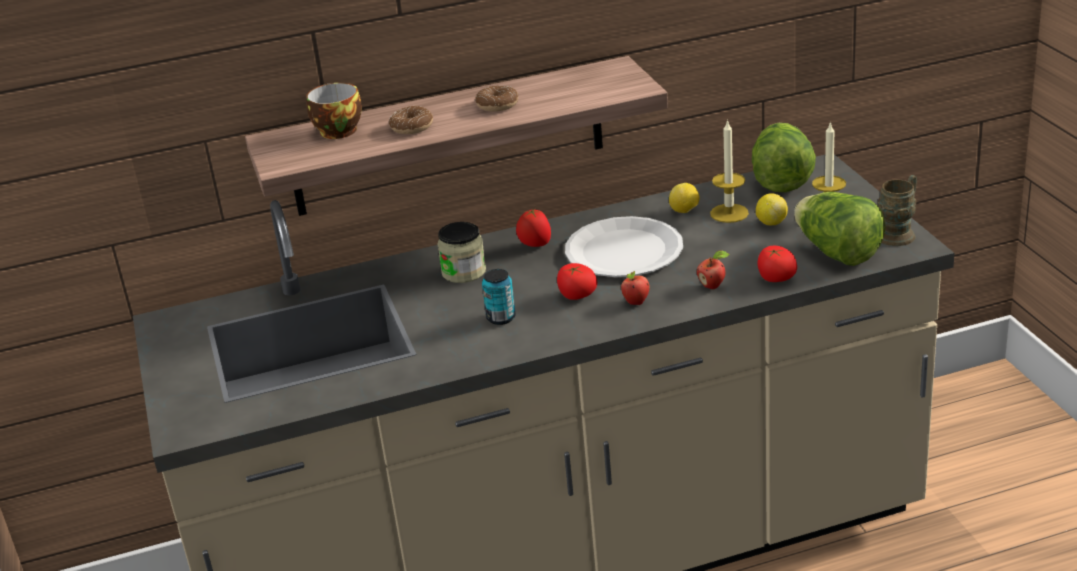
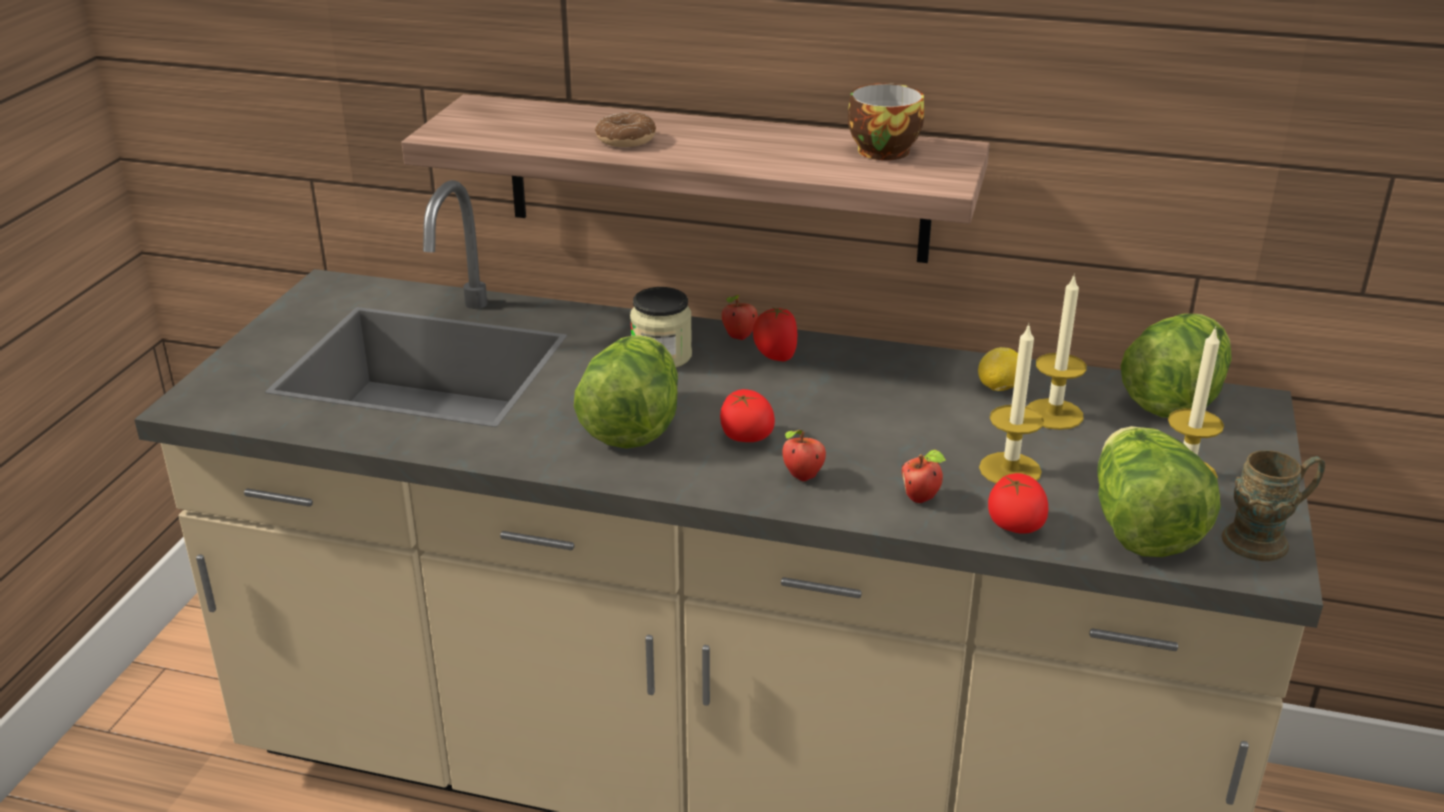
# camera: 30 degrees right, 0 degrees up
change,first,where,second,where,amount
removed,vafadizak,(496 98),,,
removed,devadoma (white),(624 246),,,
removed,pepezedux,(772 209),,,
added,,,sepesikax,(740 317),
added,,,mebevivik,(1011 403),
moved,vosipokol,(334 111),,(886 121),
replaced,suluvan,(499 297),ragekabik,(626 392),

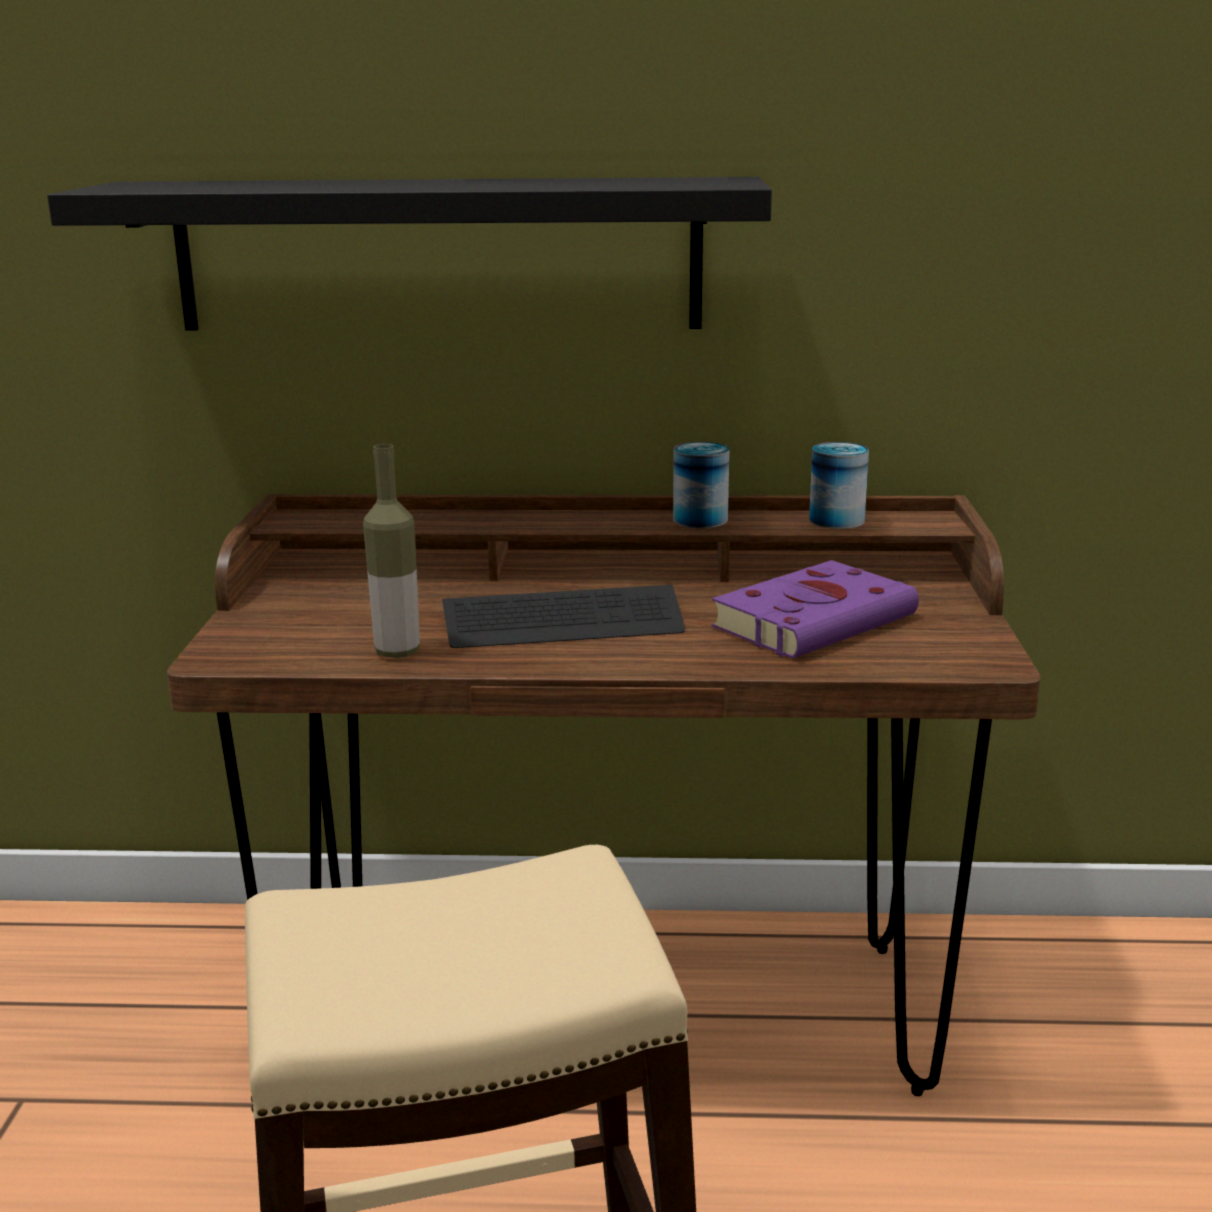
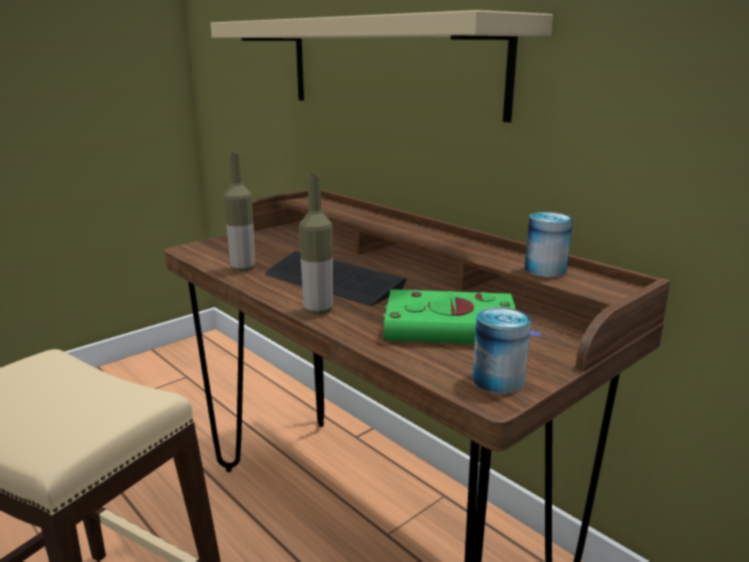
# camera: 45 degrees right, 0 degrees up
change,first,where,second,where,amount
added,,,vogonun,(316 244),
moved,suluvan,(701 485),,(502 350),
recoloured,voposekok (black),(409 254),voposekok (beige),(381 66),
recoloured,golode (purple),(815 609),golode (green),(462 316),

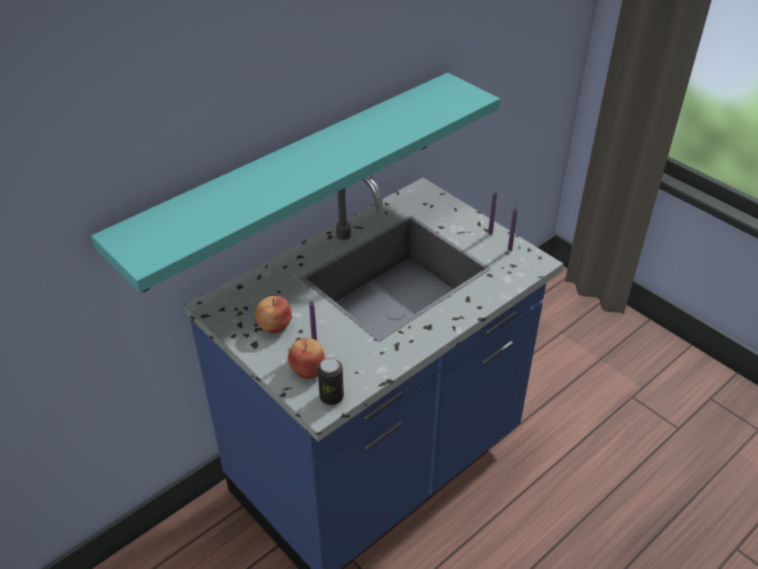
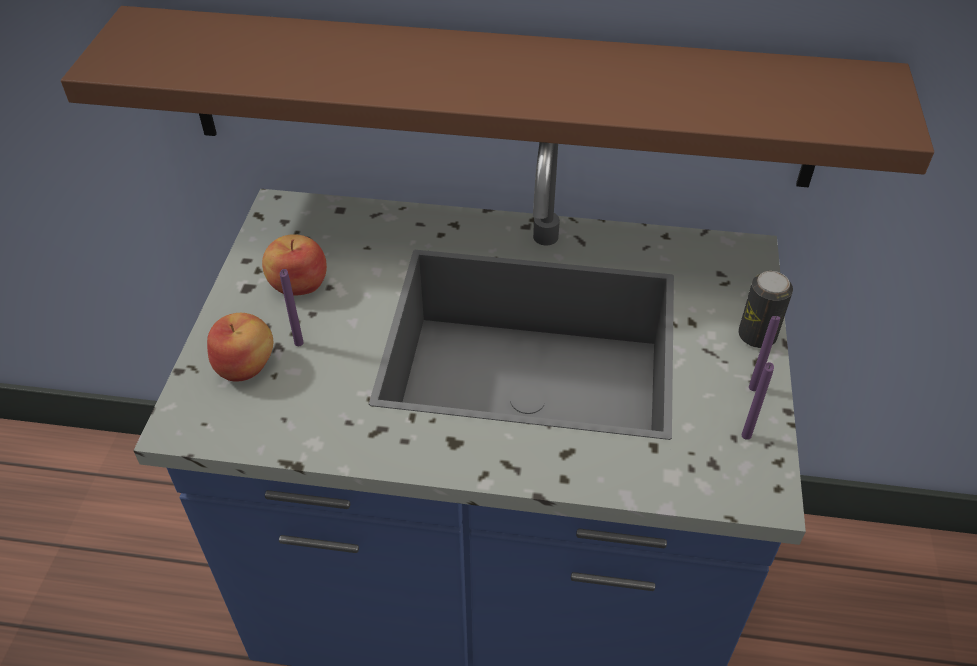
# camera: 50 degrees right, 5 degrees up
change,first,where,second,where,amount
moved,suluvan,(331 381),,(765 309),
recoloured,voposekok (turquoise),(295 182),voposekok (brown),(497 96),

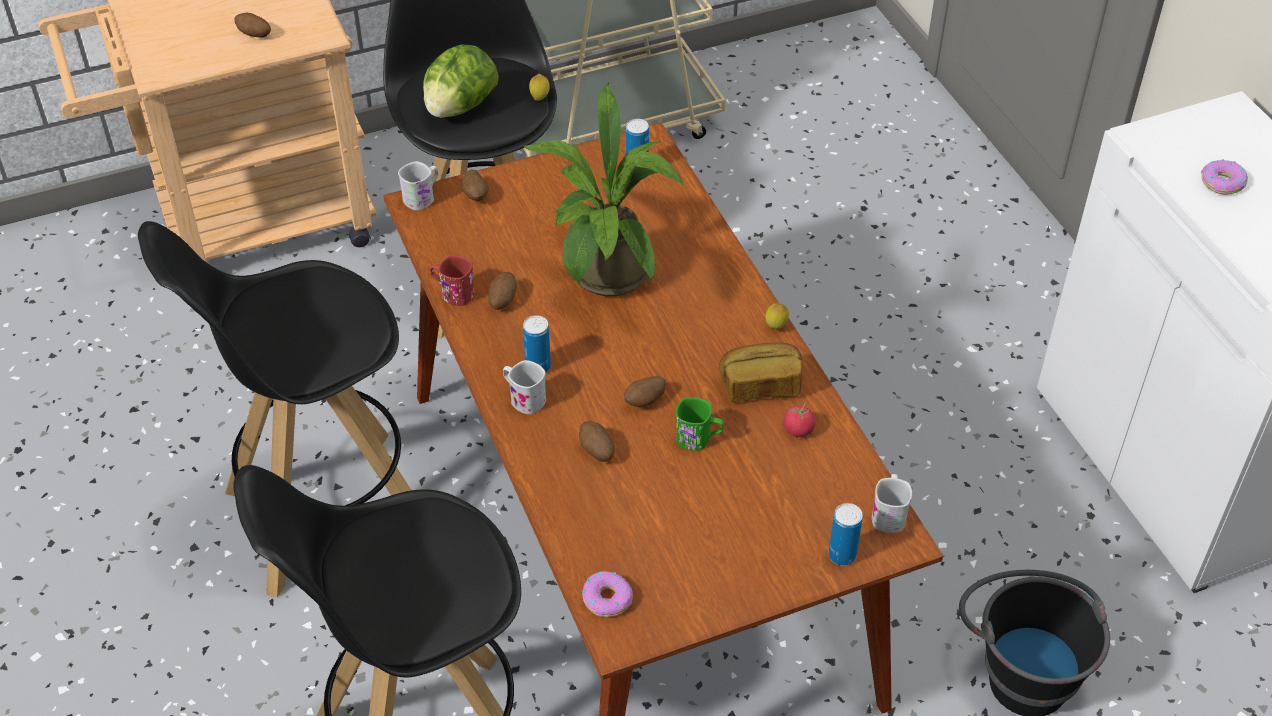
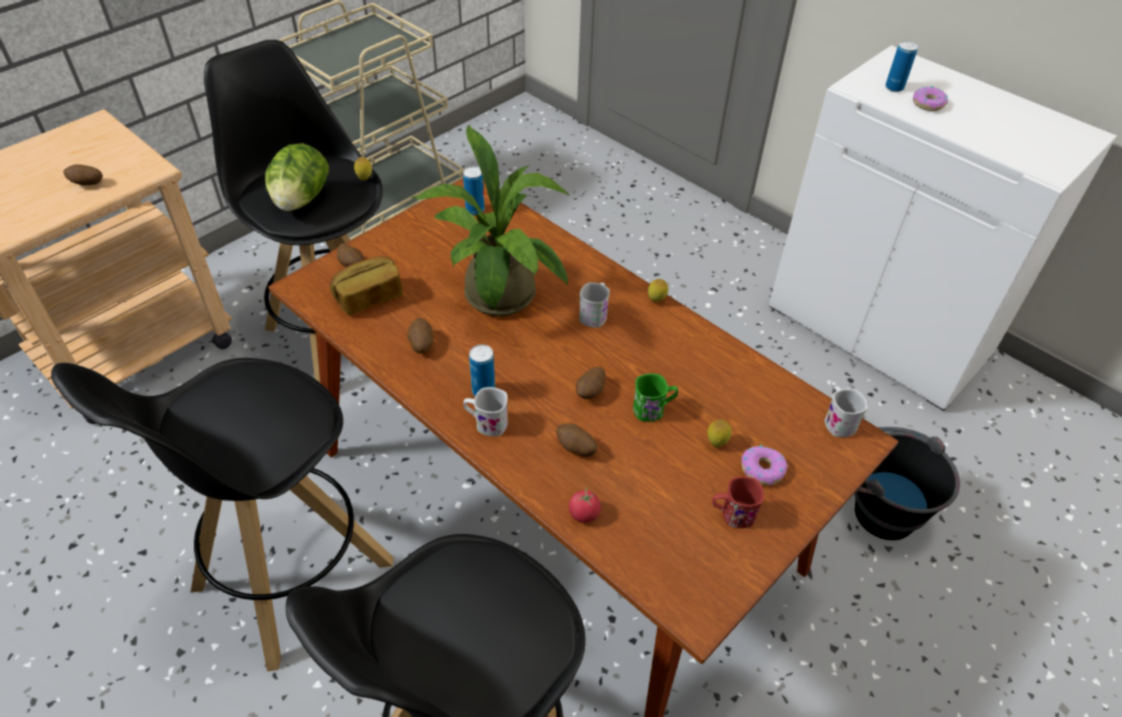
# camera: 25 degrees left, 0 degrees up
change,first,where,second,where,amount
added,,,pepezedux,(720 433),
moved,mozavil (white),(418 186),,(594 305),
moved,mozavil (red),(452 280),,(738 502),
moved,vafadizak,(607 594),,(764 465),
moved,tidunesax,(760 373),,(366 285),
moved,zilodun,(799 419),,(585 505),
moved,suluvan,(846 534),,(901 66),

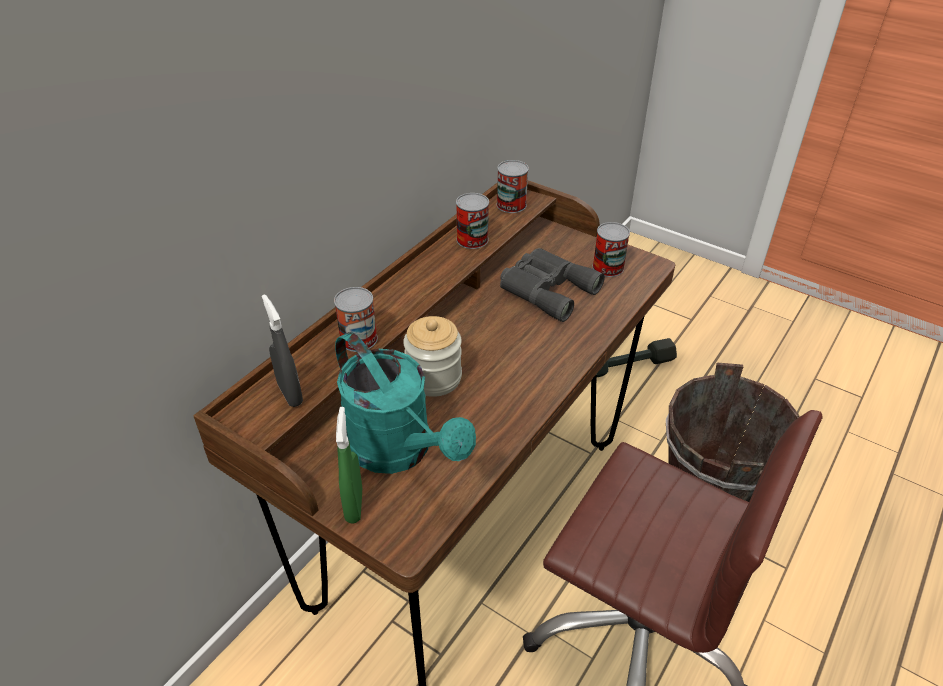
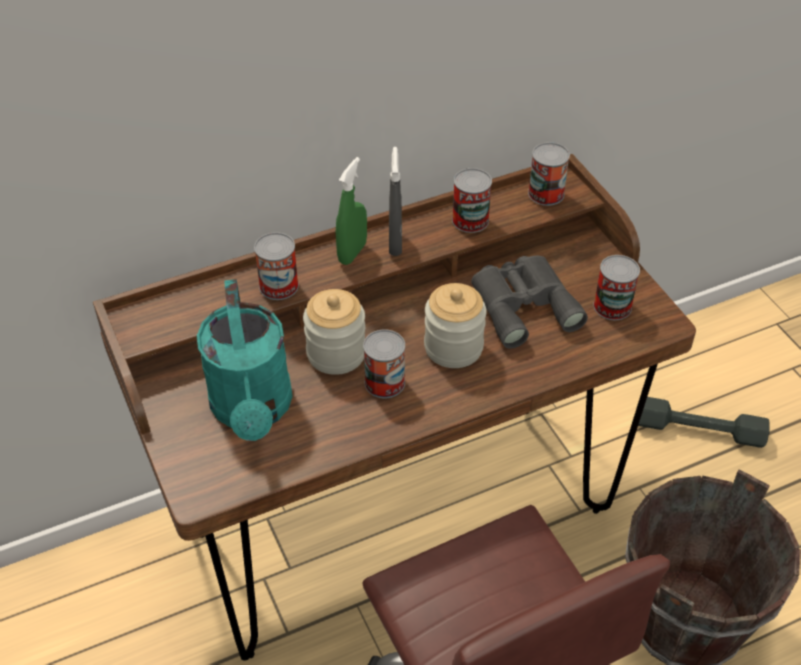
# camera: 30 degrees right, 5 degrees up
change,first,where,second,where,amount
added,,,suluvan,(384 364),
added,,,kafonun,(455 325),
moved,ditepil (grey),(282 350),,(395 201),
moved,ditepil (green),(349 465),,(351 211),

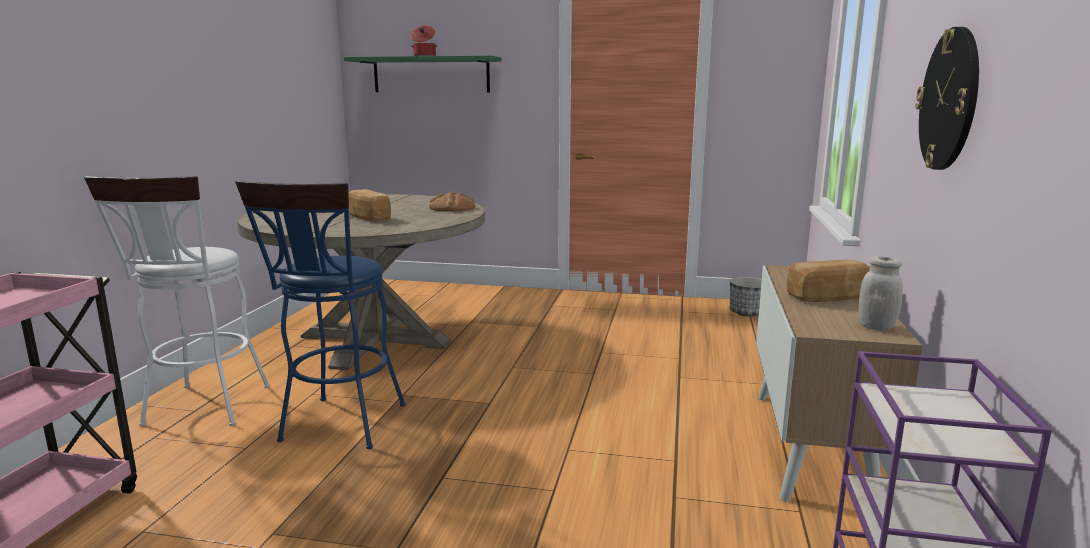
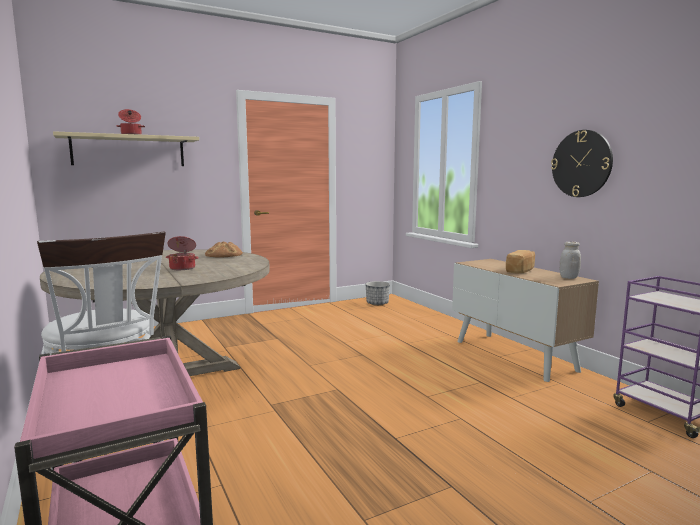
# camera: 40 degrees left, 5 degrees down
change,first,where,second,where,amount
removed,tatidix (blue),(320 315),,,
replaced,tidunesax,(370 205),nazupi,(182 253),
recoloured,voposekok (green),(423 74),voposekok (beige),(126 148),

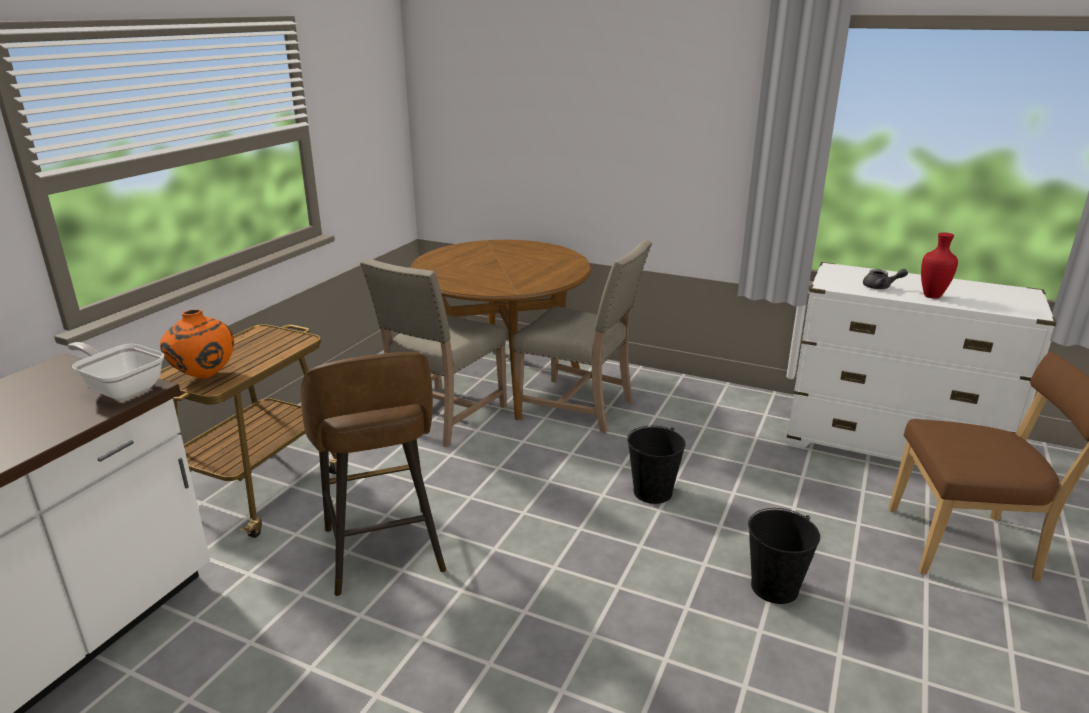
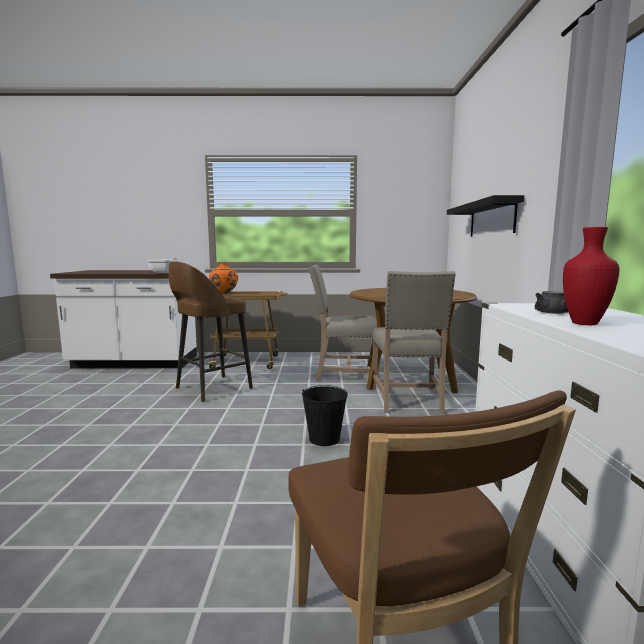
# camera: 65 degrees right, 15 degrees down
change,first,where,second,where,amount
removed,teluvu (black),(784 556),,,
added,,,voposekok (black),(485 216),

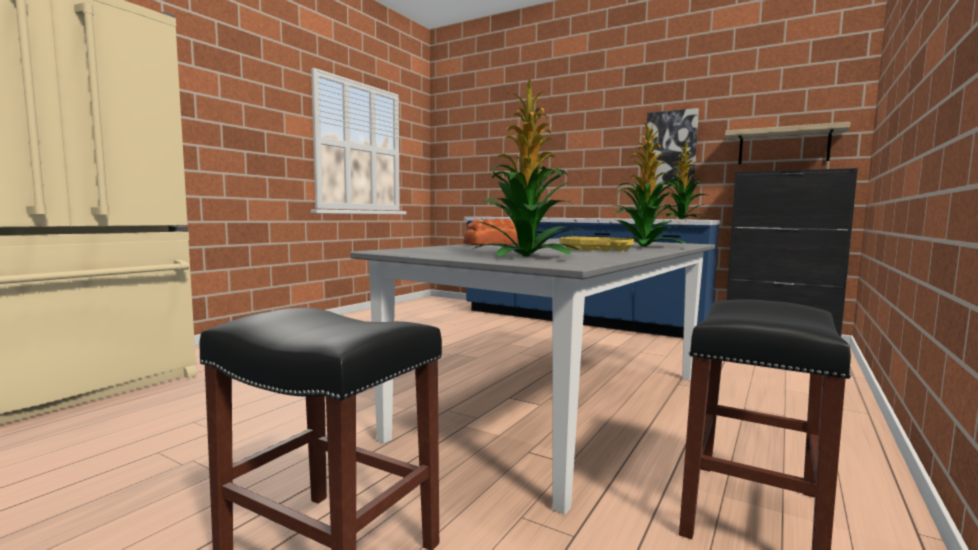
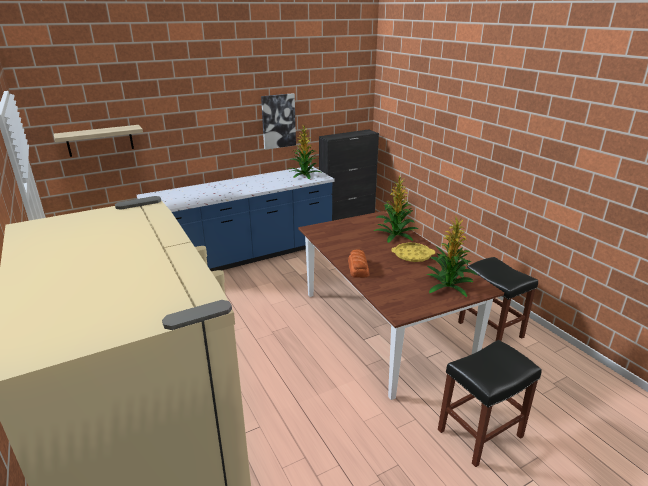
# camera: 60 degrees left, 20 degrees up
change,first,where,second,where,amount
moved,voposekok,(787 143),,(98 141),
recoloured,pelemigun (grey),(532 376),pelemigun (brown),(401 305),

